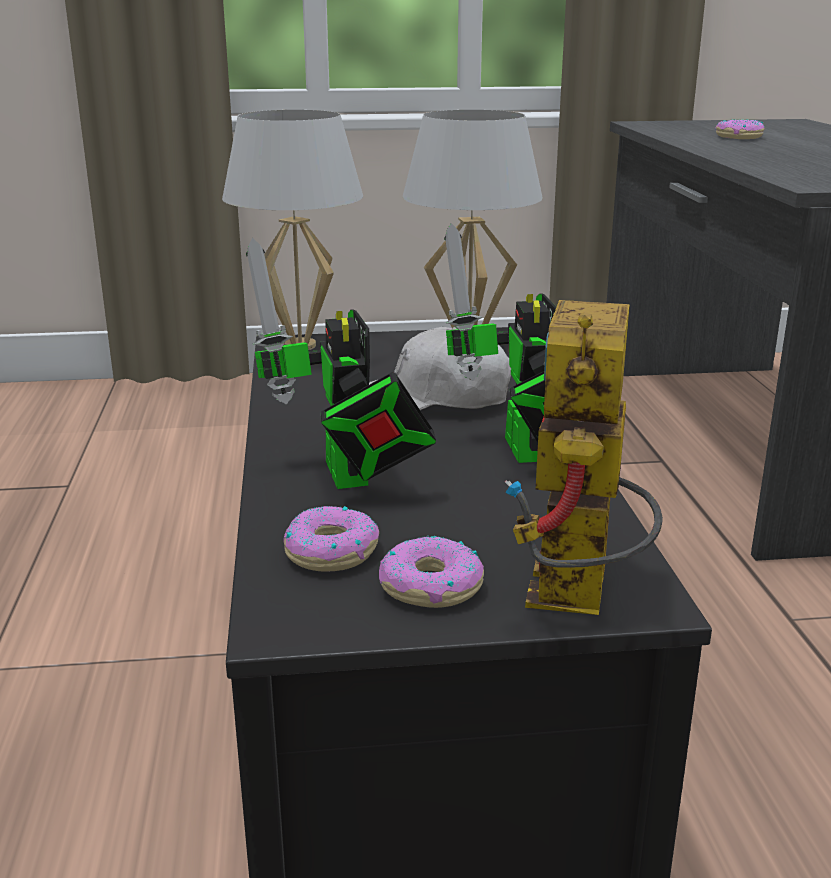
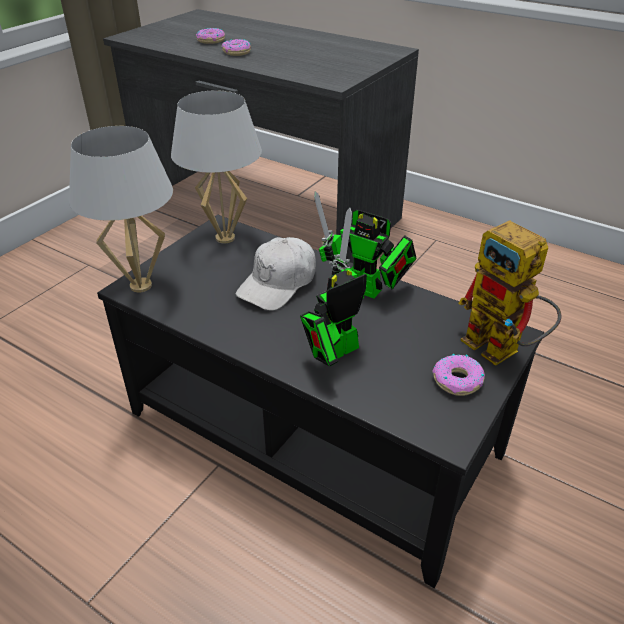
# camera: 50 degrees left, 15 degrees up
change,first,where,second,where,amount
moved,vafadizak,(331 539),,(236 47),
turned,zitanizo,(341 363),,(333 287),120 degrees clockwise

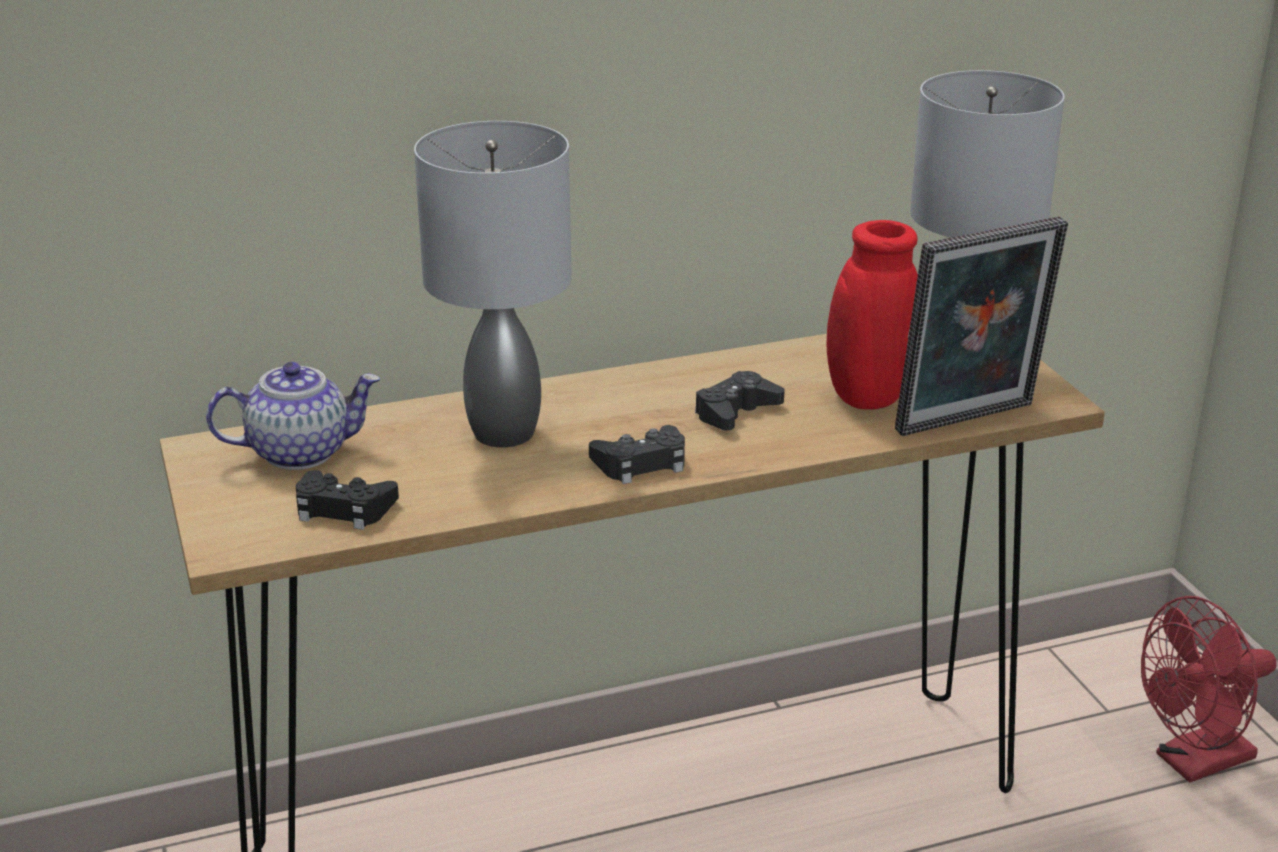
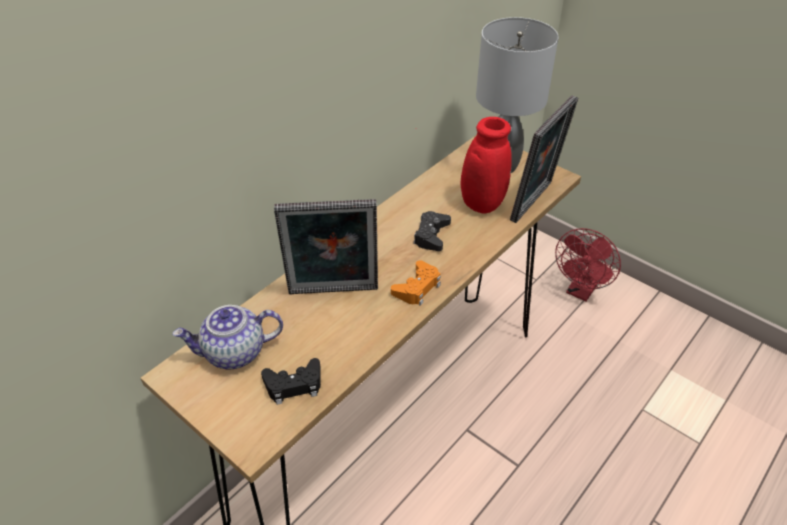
# camera: 30 degrees left, 15 degrees up
change,first,where,second,where,amount
replaced,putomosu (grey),(493 284),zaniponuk,(326 246),
recoloured,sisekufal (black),(637 454),sisekufal (orange),(416 283),
turned,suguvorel,(293 416),,(228 337),150 degrees counterclockwise

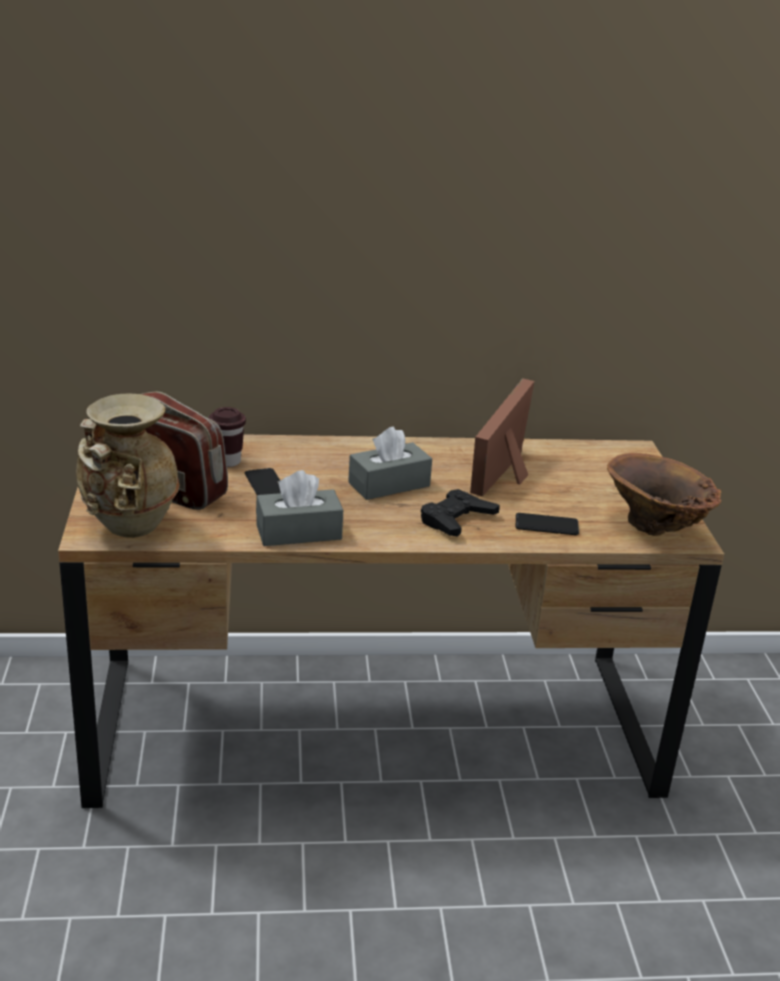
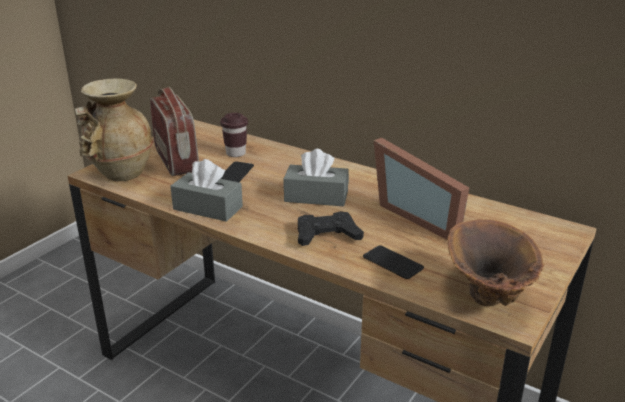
# camera: 40 degrees right, 0 degrees up
change,first,where,second,where,amount
turned,zaniponuk,(502 437),,(421 188),105 degrees counterclockwise

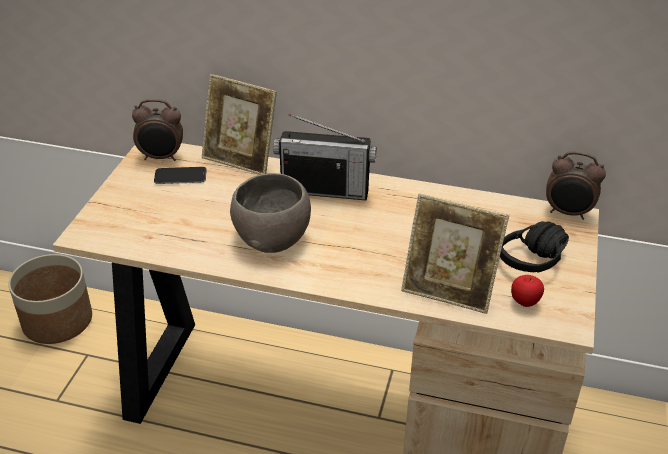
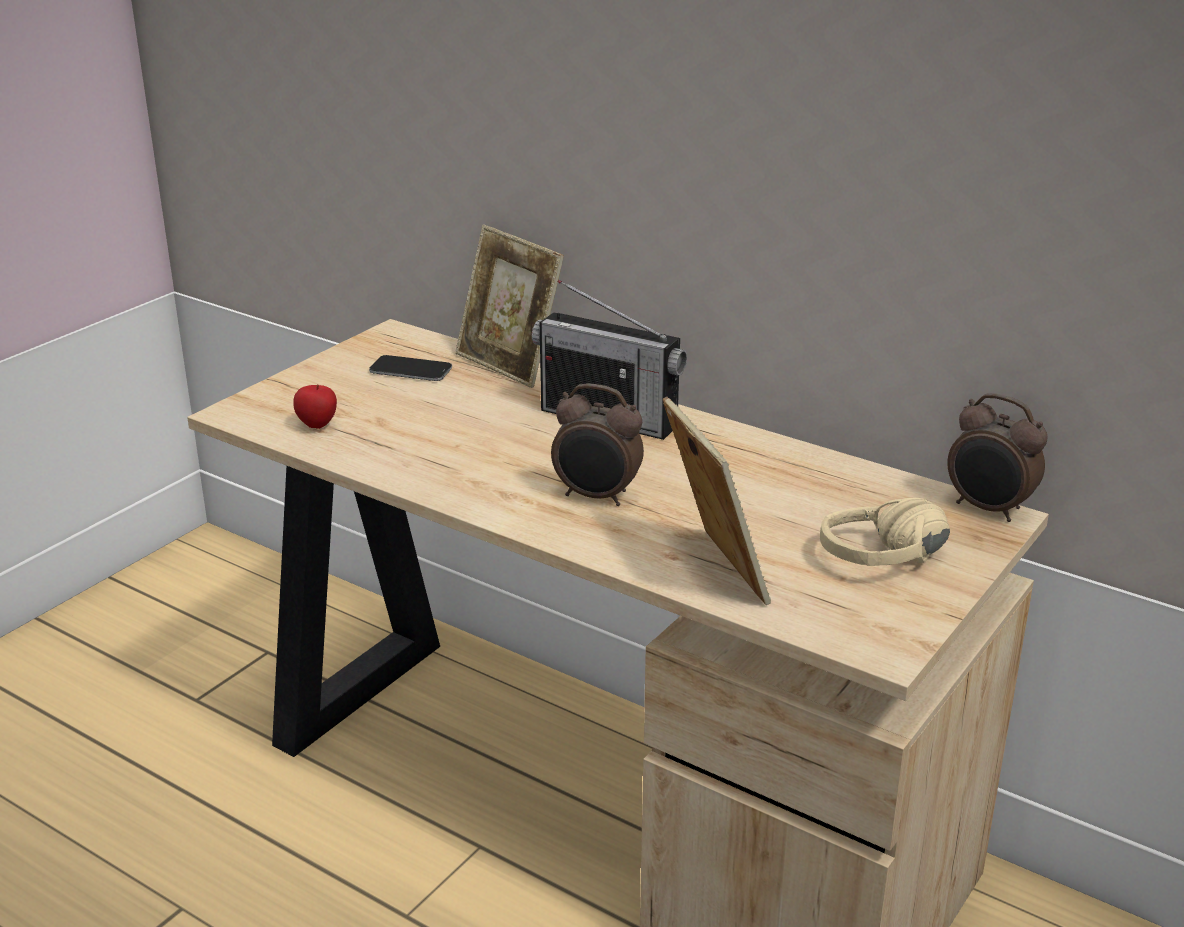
# camera: 20 degrees right, 10 degrees down
change,first,where,second,where,amount
removed,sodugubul,(50 299),,,
removed,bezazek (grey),(270 213),,,
moved,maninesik,(157 130),,(597 444),
moved,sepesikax,(527 291),,(315 406),
recoloured,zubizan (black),(534 247),zubizan (beige),(885 532),
turned,zaniponuk,(455 253),,(717 501),150 degrees counterclockwise

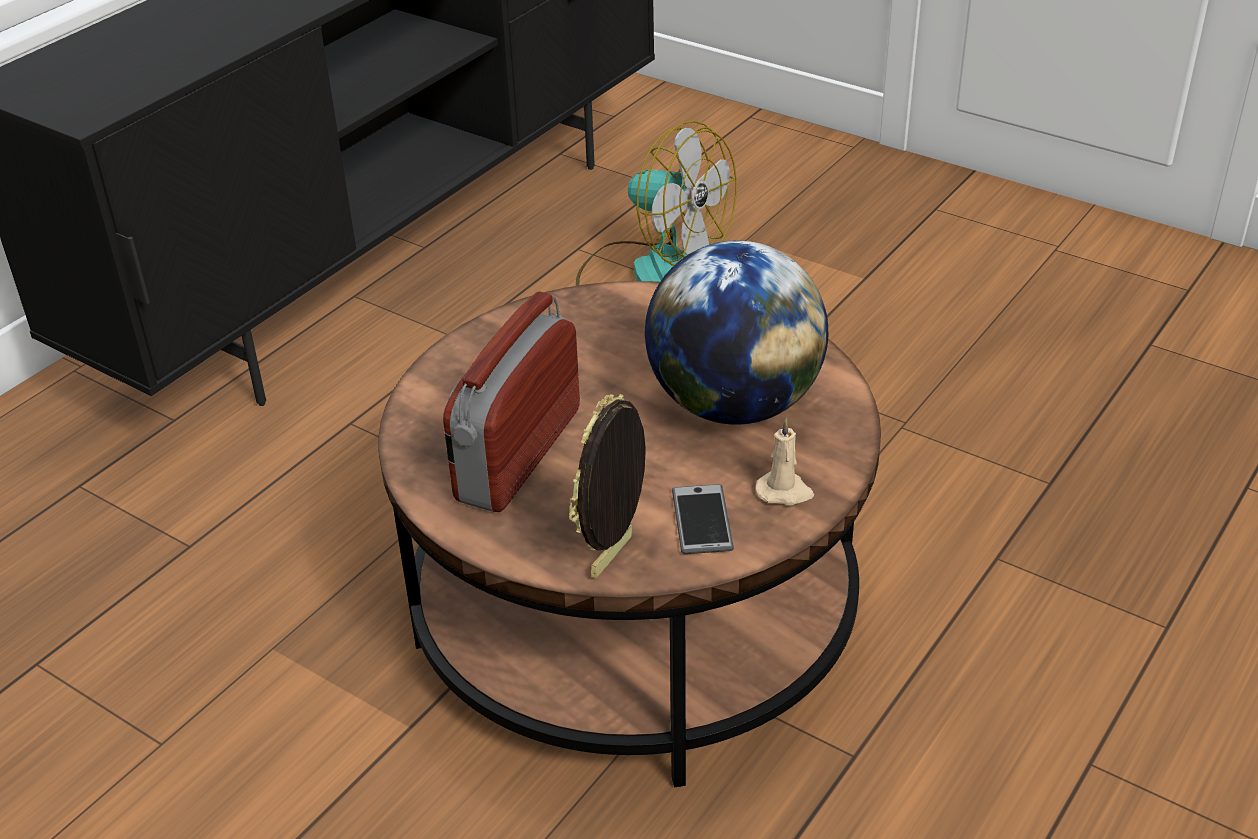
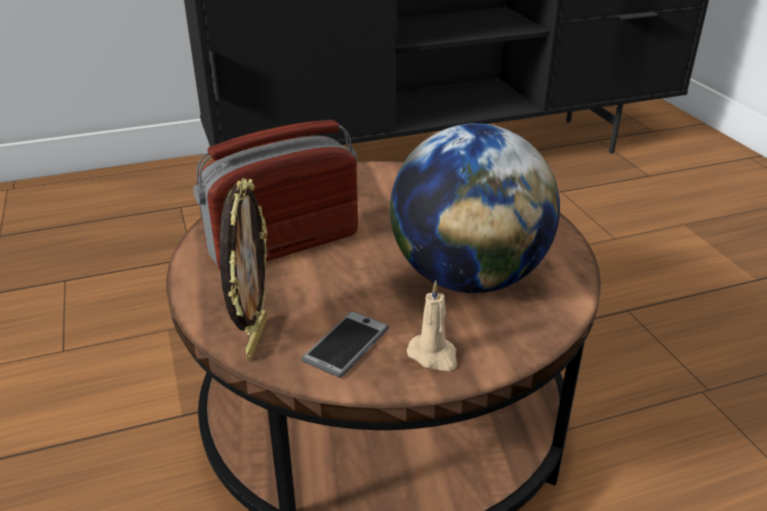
# camera: 35 degrees right, 5 degrees down
change,first,where,second,where,amount
removed,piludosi,(656 203),,,
turned,zaniponuk,(607 486),,(243 269),120 degrees clockwise

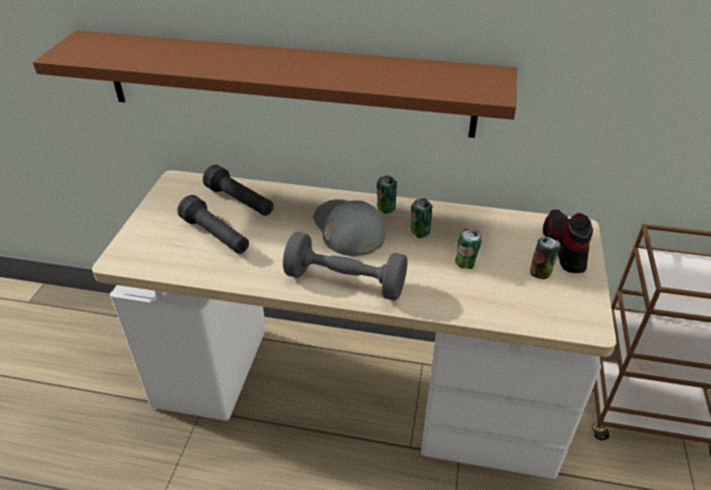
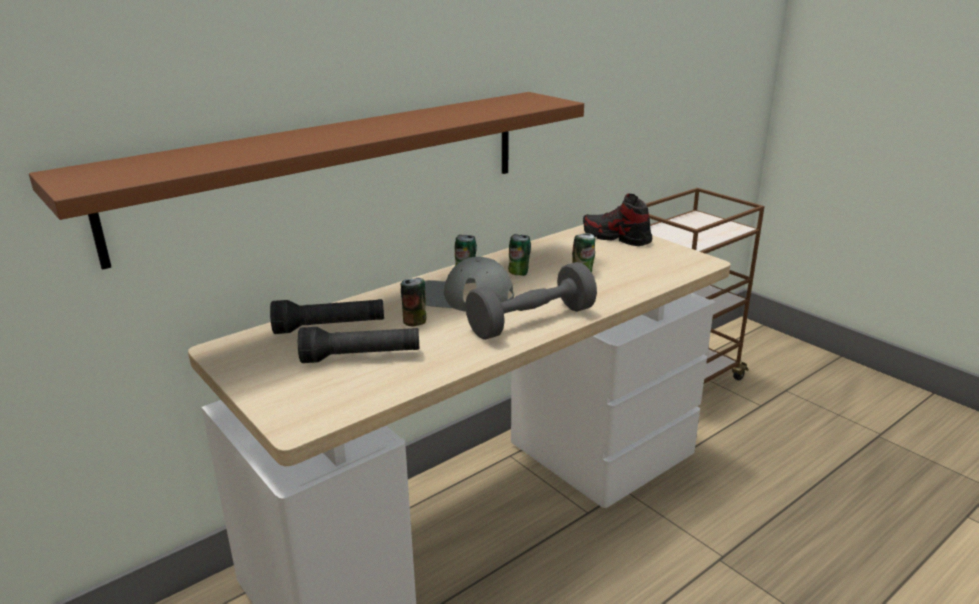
# camera: 50 degrees left, 15 degrees down
change,first,where,second,where,amount
moved,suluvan,(545 258),,(413 302),

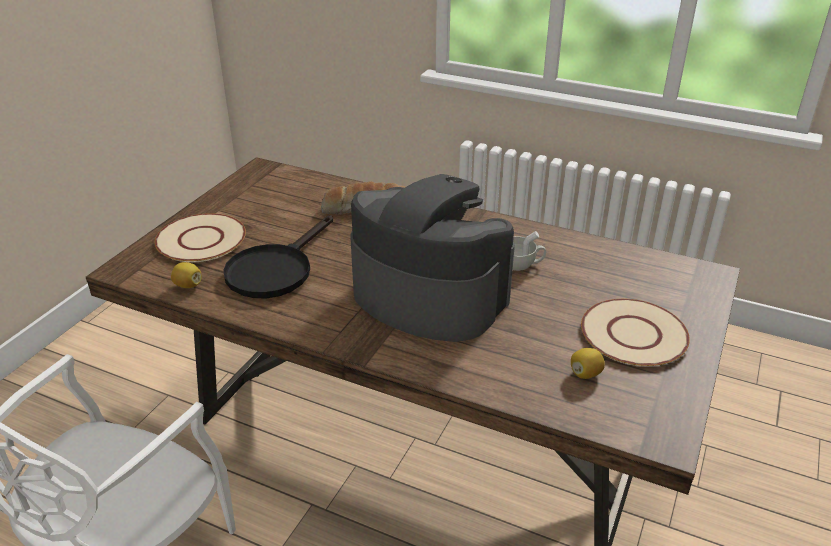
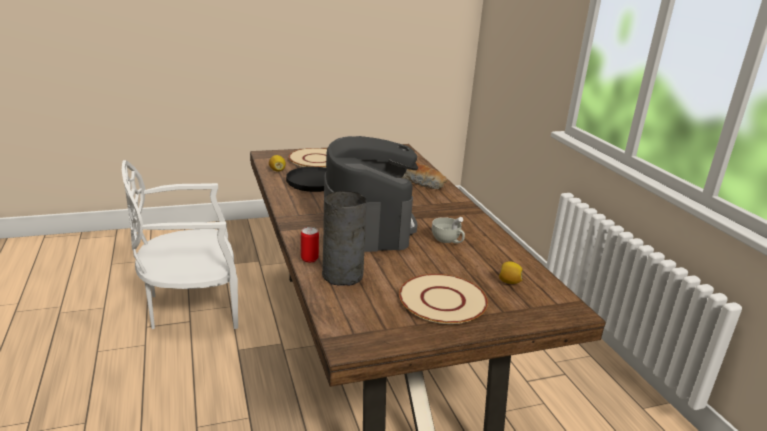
# camera: 45 degrees right, 10 degrees down
change,first,where,second,where,amount
added,,,suluvan,(310 245),
added,,,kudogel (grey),(344 238),
moved,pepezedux,(588 363),,(510 272),

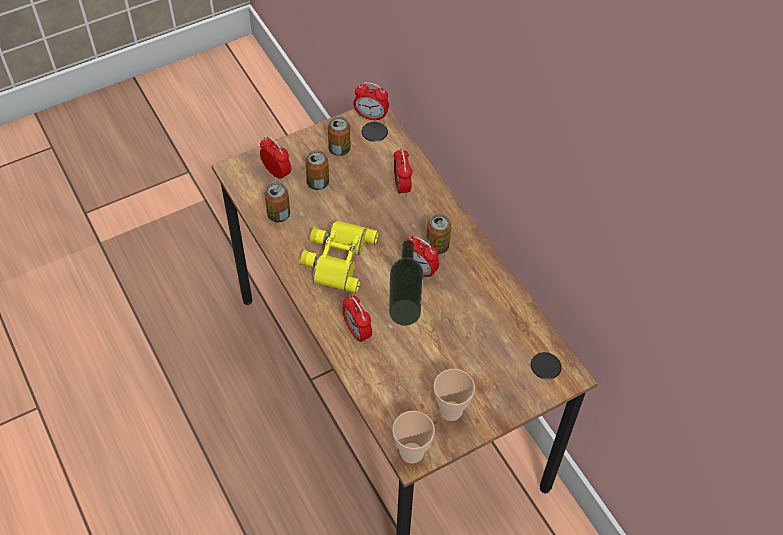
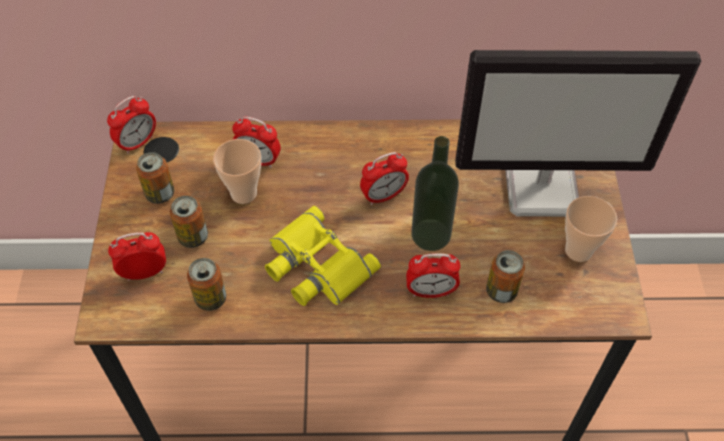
# camera: 60 degrees left, 0 degrees up
change,first,where,second,where,amount
added,,,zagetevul,(578 133),
moved,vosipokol,(413 437),,(237 171),
moved,suluvan,(438 234),,(505 276),

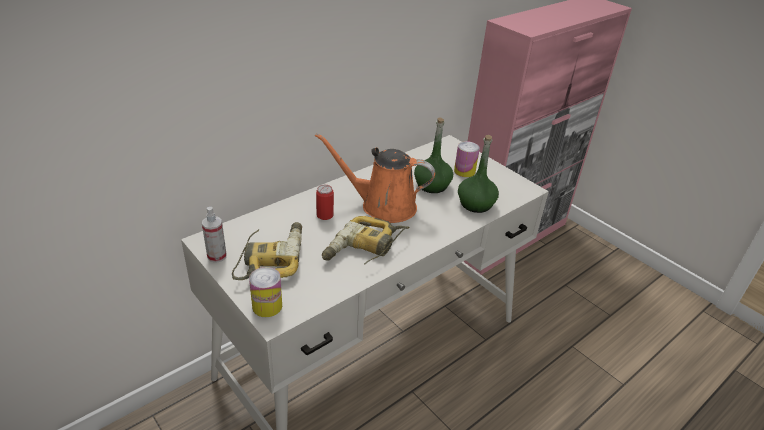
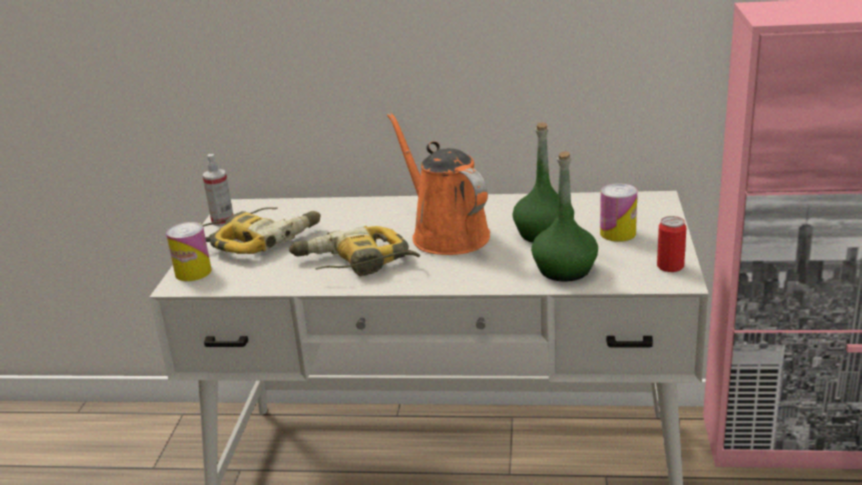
# camera: 50 degrees right, 10 degrees down
change,first,where,second,where,amount
moved,suluvan,(325 202),,(671 244),

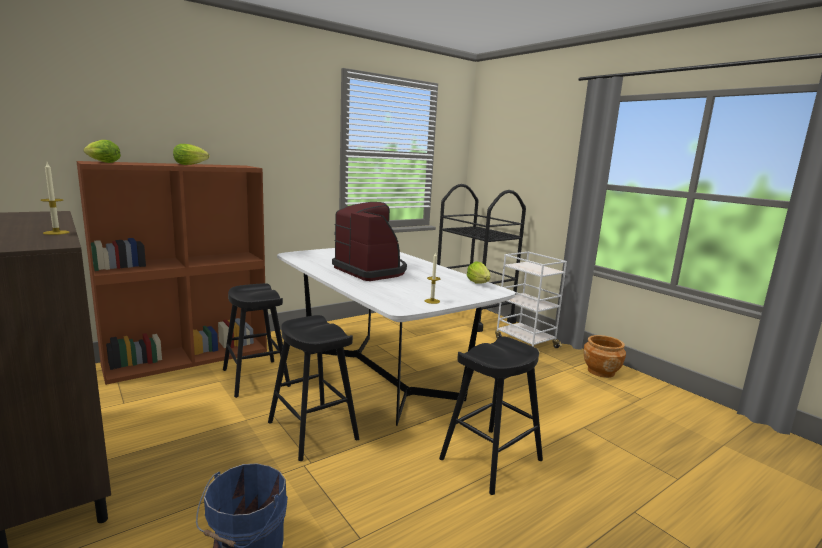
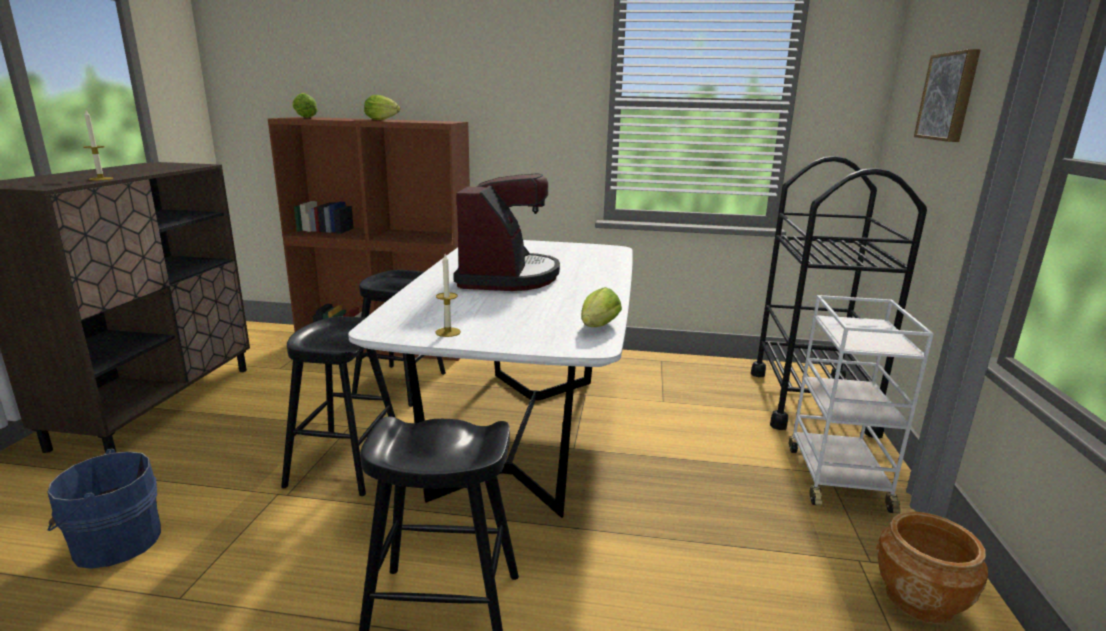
# camera: 45 degrees right, 5 degrees up
change,first,where,second,where,amount
added,,,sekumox,(947 95),

